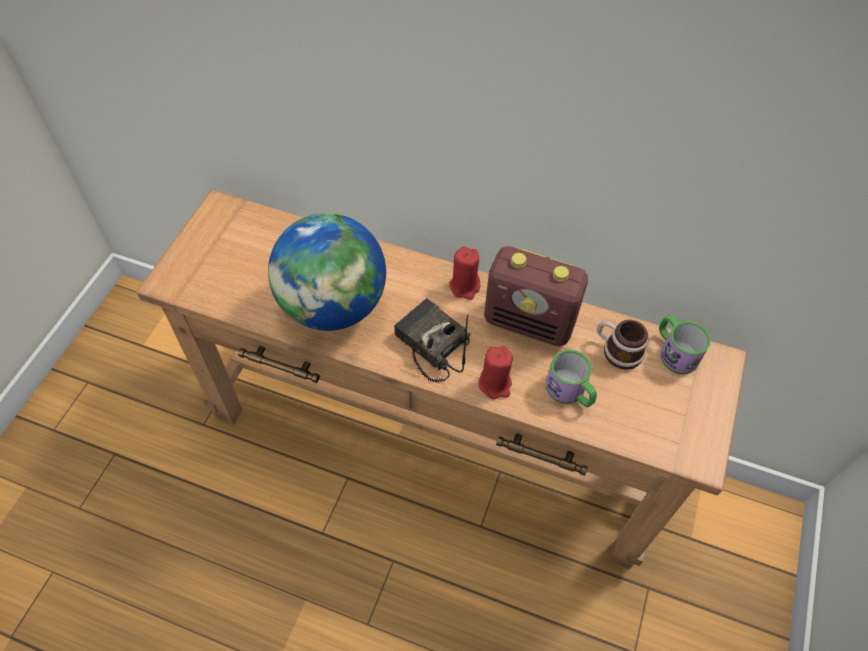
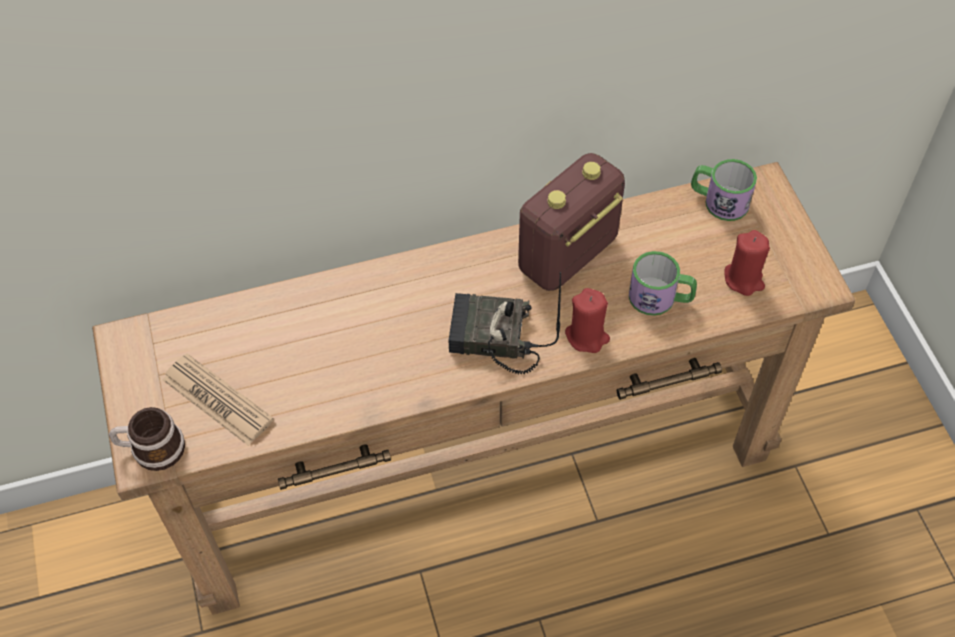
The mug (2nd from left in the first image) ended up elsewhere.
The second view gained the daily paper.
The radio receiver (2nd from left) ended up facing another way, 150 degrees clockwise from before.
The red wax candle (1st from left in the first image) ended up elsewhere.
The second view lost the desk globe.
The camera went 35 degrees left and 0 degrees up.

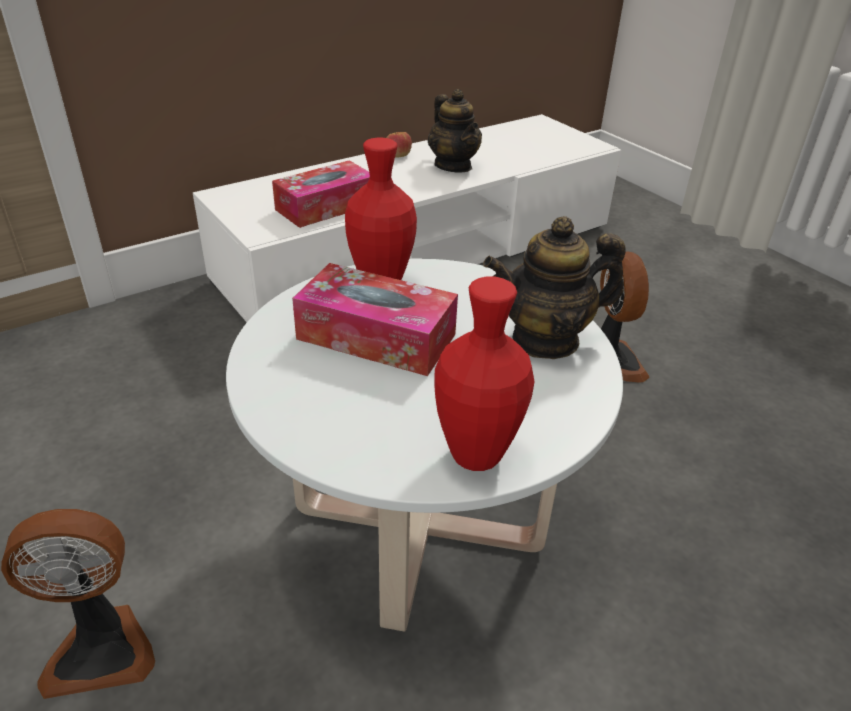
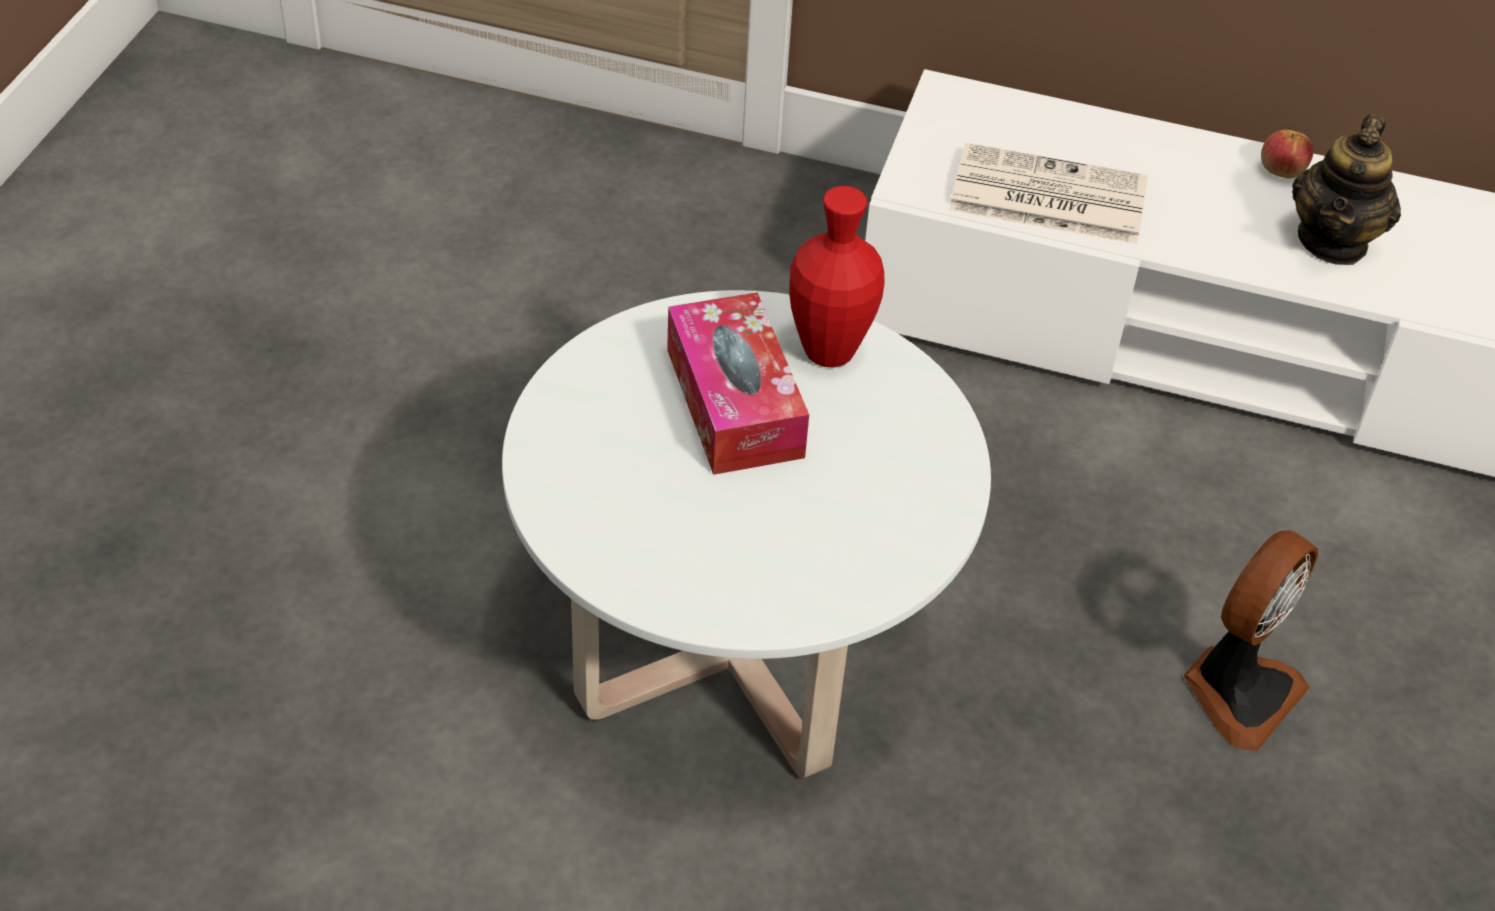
Where the box of tissues (1st from left) stood, the daily paper came to stand.
The second view lost the cooling fan (1st from left).
The second view lost the red flower vase (2nd from left).
The second view lost the teapot (2nd from left).
The camera went 50 degrees right and 10 degrees up.

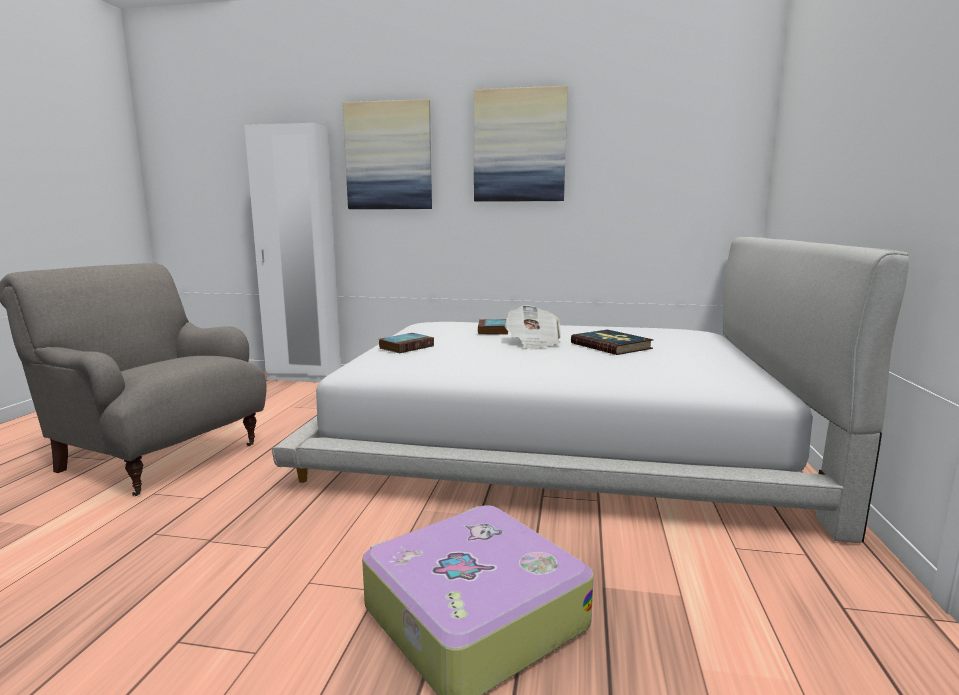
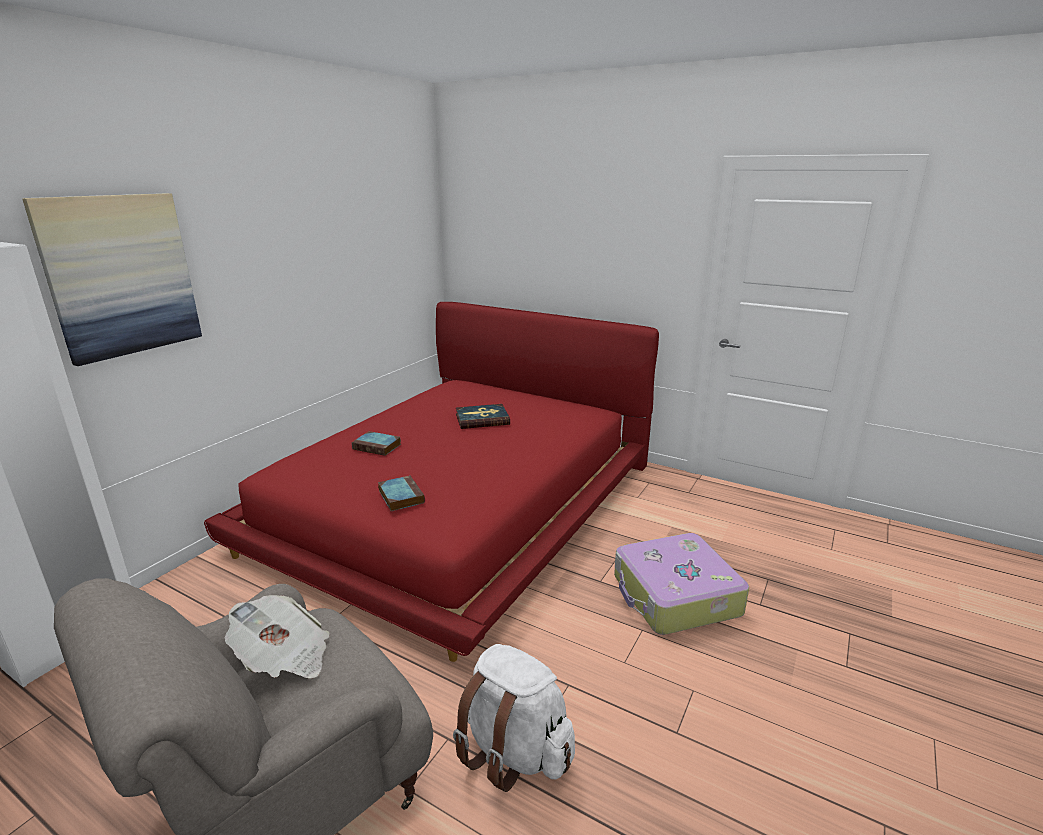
What was the white-coloured sleeping bed turned into the red sleeping bed.
The daily paper ended up elsewhere.
The second view gained the white-coloured backpack.
The second view lost the wall picture (2nd from left).
The camera went 70 degrees left and 10 degrees up.

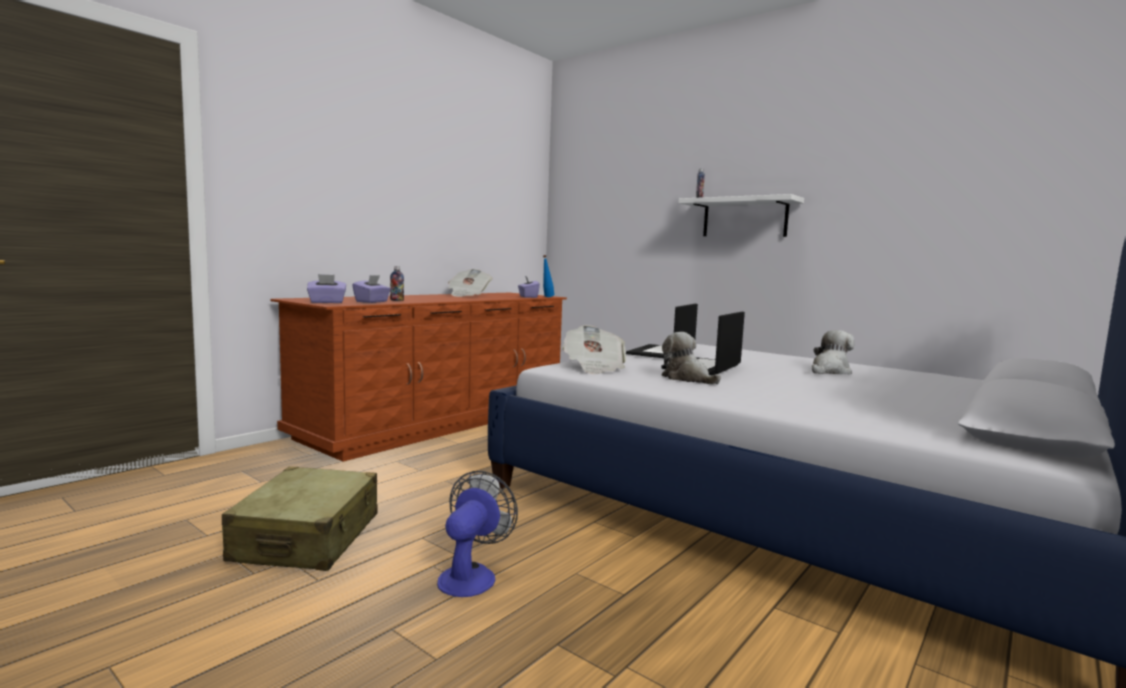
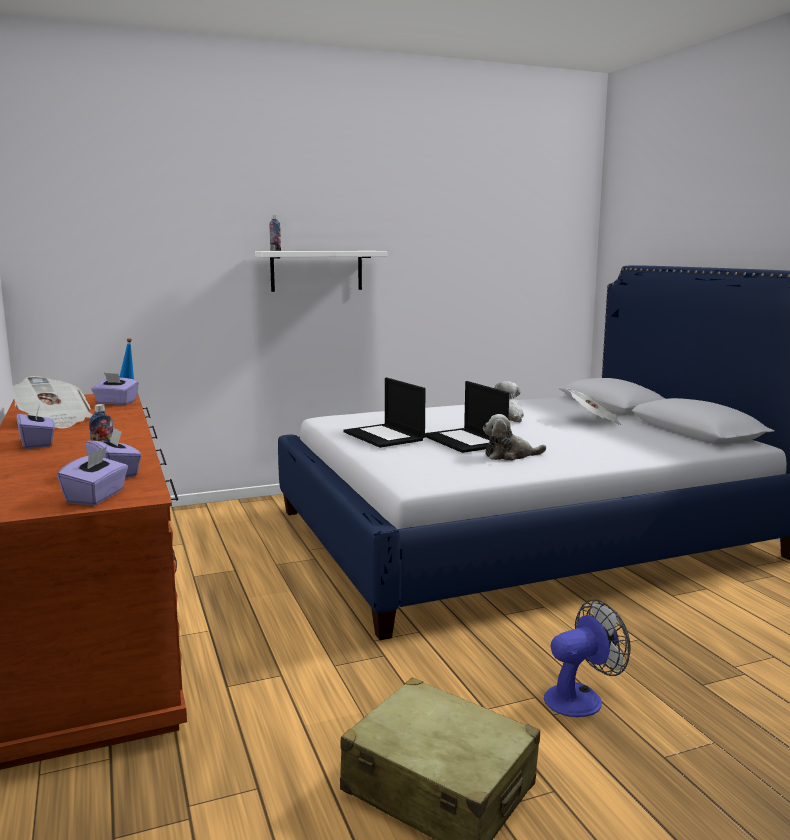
The second view gained the purple box of tissues (1st from left).
The cooling fan ended up facing another way, 105 degrees clockwise from before.
The daily paper (2nd from left) ended up elsewhere.
The camera went 60 degrees left and 5 degrees up.

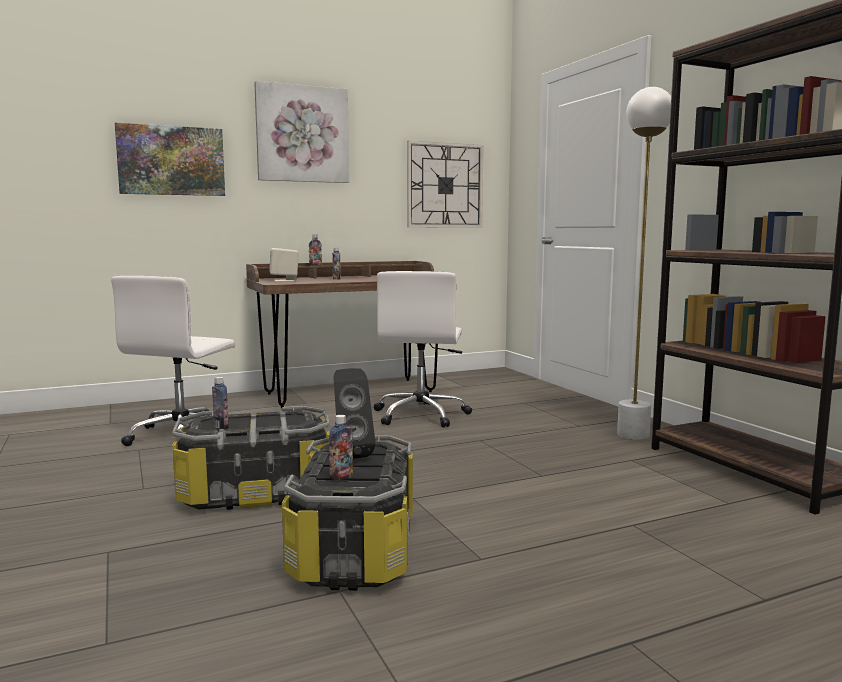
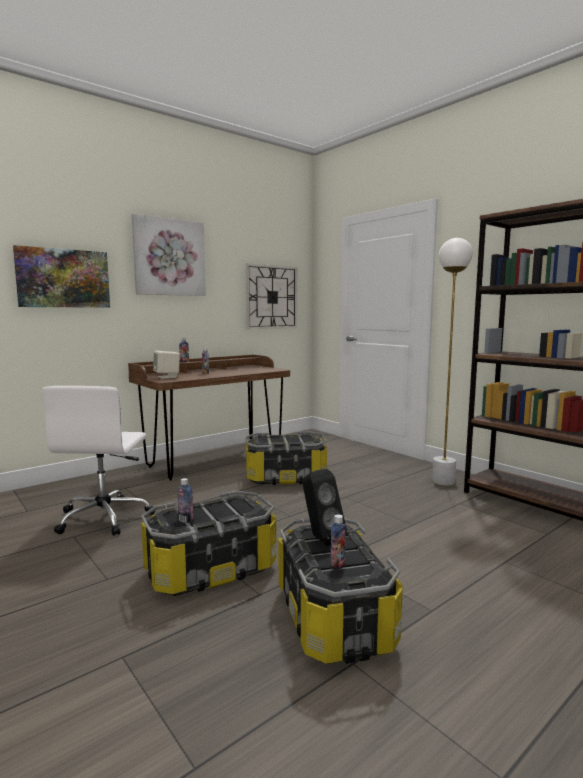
Where the white-coloured computer chair (2nd from left) stood, the storage bin (2nd from left) came to stand.
The camera went 15 degrees left and 0 degrees up.

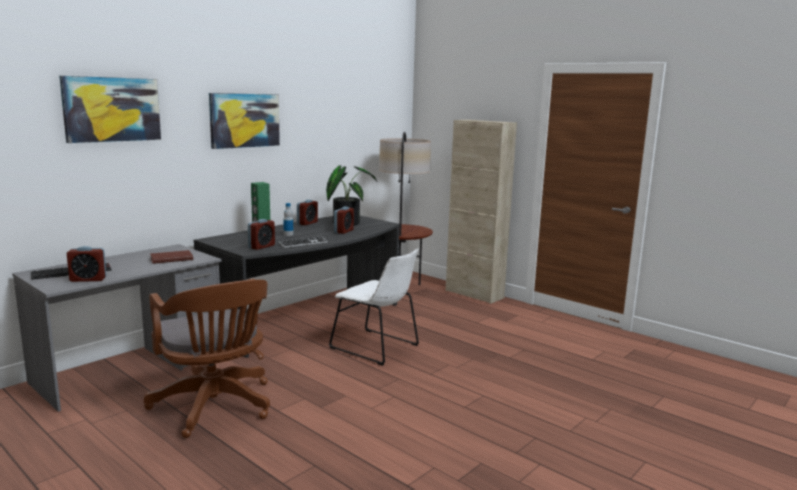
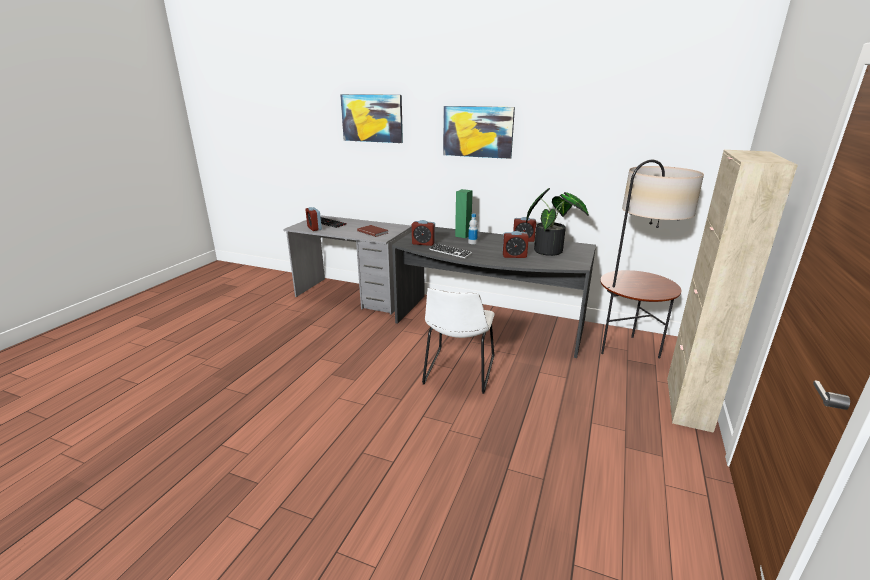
The second view lost the brownish computer chair.
The camera went 70 degrees right and 10 degrees up.

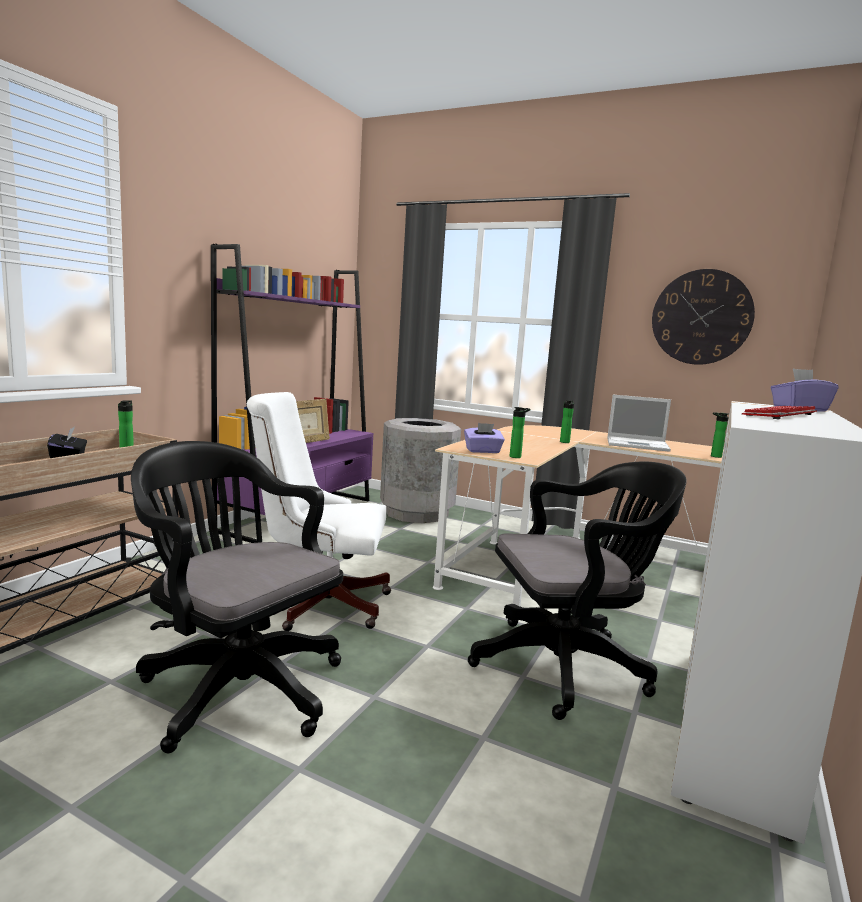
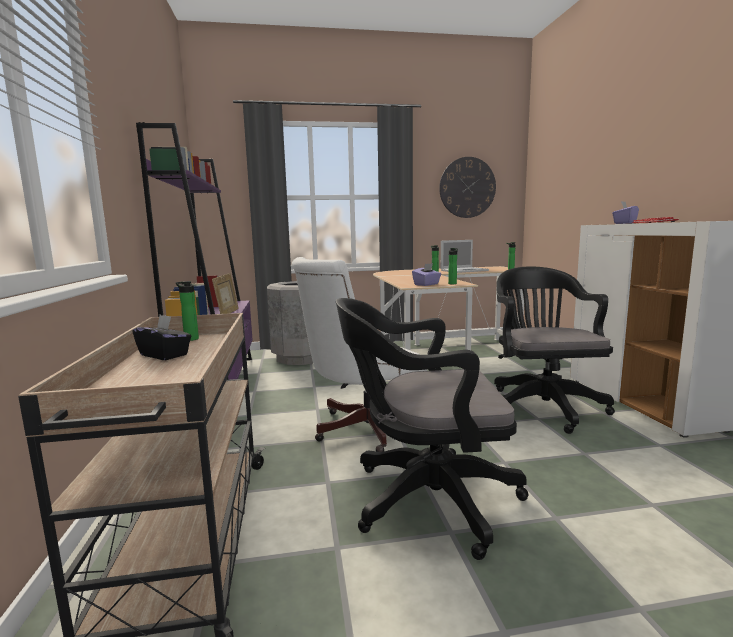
The blackish computer chair (2nd from left) ended up facing another way, 45 degrees counterclockwise from before.
The camera went 35 degrees left and 0 degrees up.

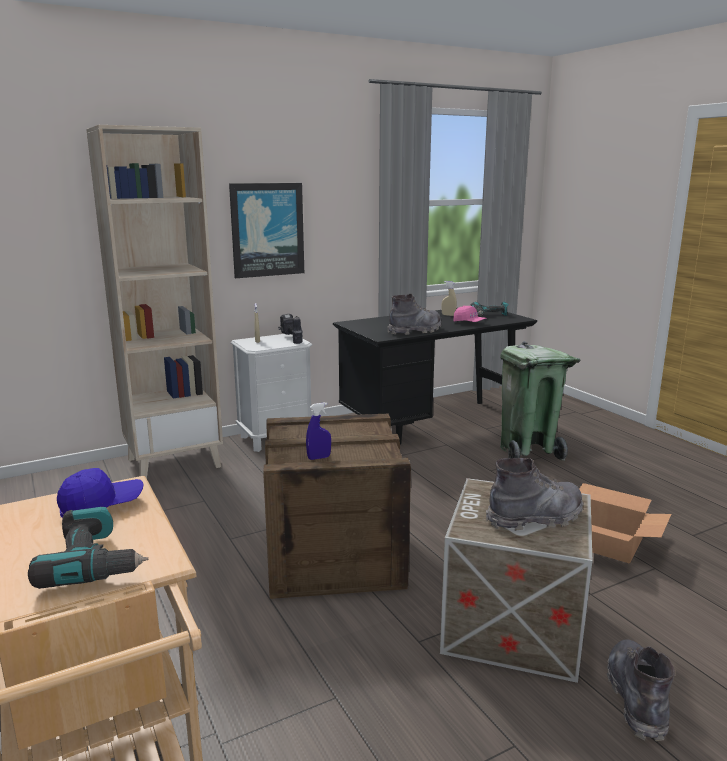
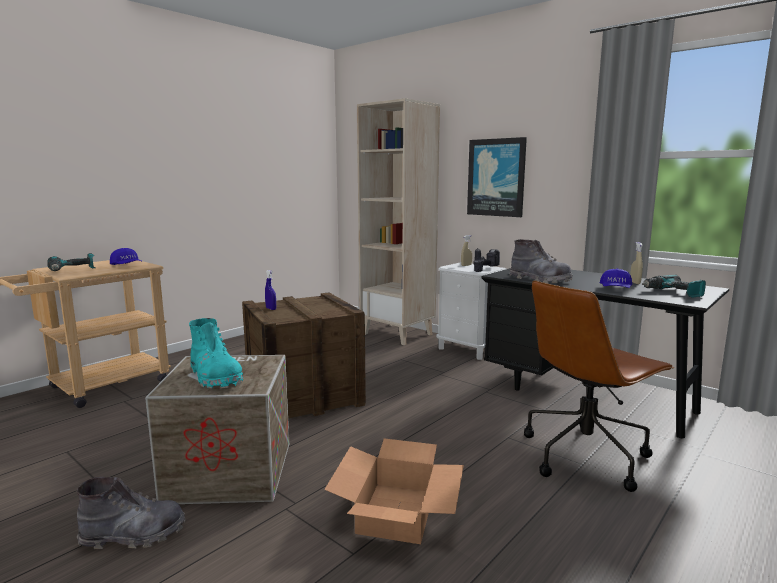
What was the gray high-top boot (2nd from left) turned into the blue-green high-top boot.
Where the green-coloured rubbish bin stood, the brownish computer chair came to stand.
What was the pinkish baseball cap turned into the bluish baseball cap (2nd from left).
The camera went 70 degrees right and 5 degrees down.

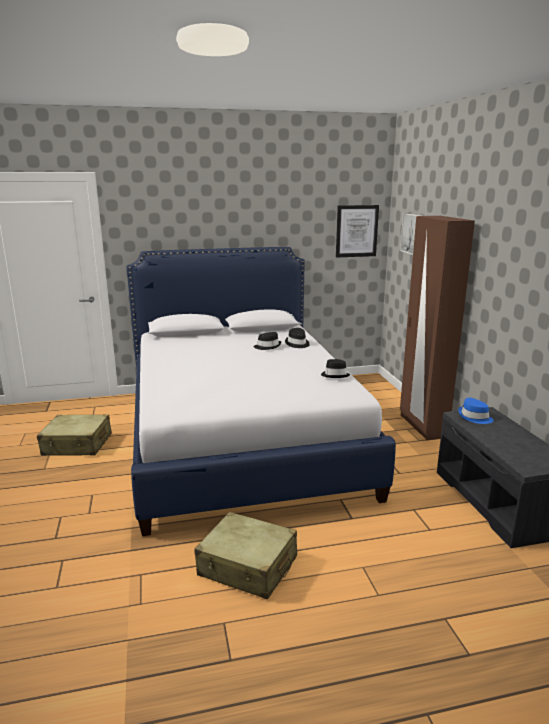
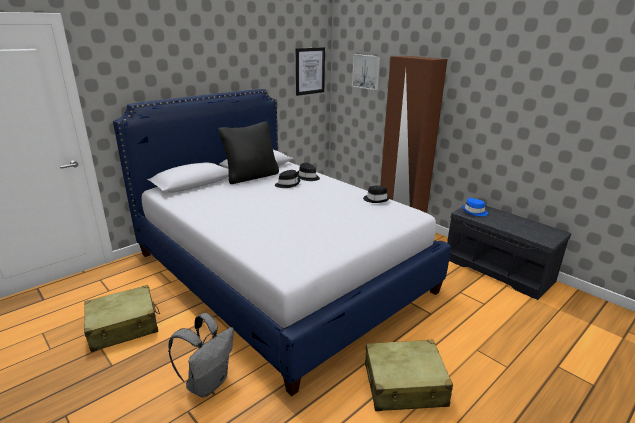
The second view gained the gray backpack.
The second view gained the blackish pillow.
The camera went 30 degrees left and 5 degrees up.

